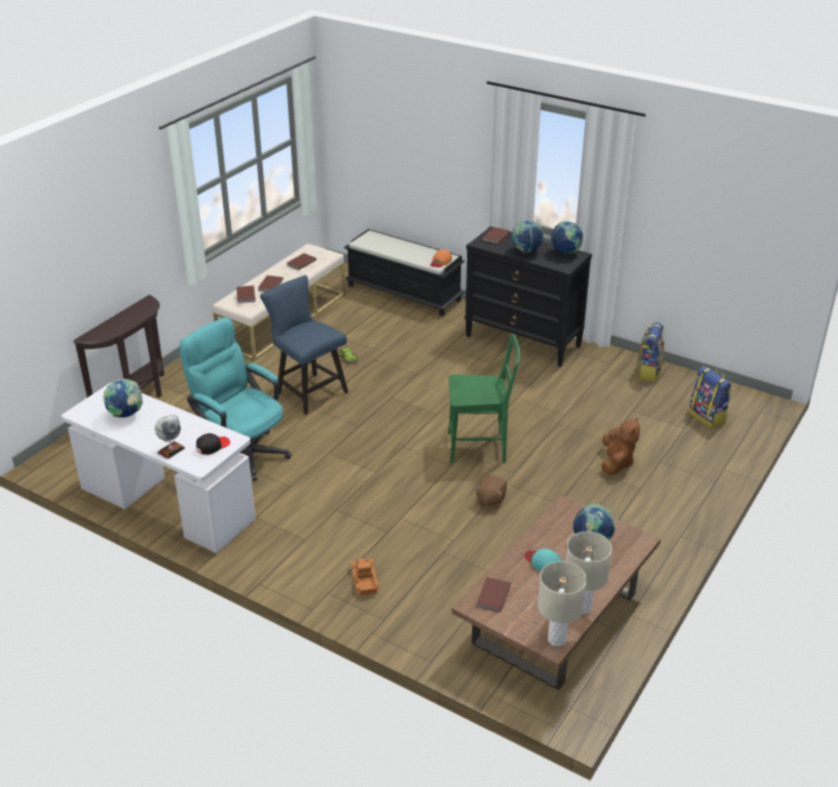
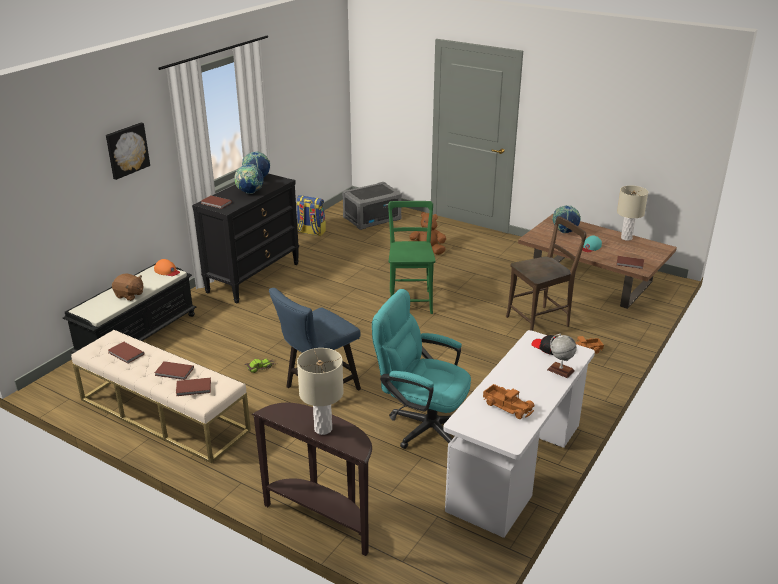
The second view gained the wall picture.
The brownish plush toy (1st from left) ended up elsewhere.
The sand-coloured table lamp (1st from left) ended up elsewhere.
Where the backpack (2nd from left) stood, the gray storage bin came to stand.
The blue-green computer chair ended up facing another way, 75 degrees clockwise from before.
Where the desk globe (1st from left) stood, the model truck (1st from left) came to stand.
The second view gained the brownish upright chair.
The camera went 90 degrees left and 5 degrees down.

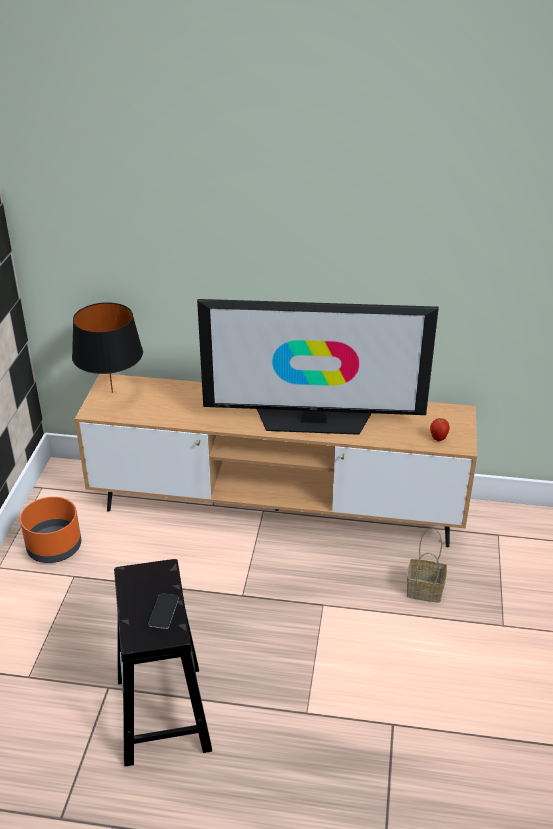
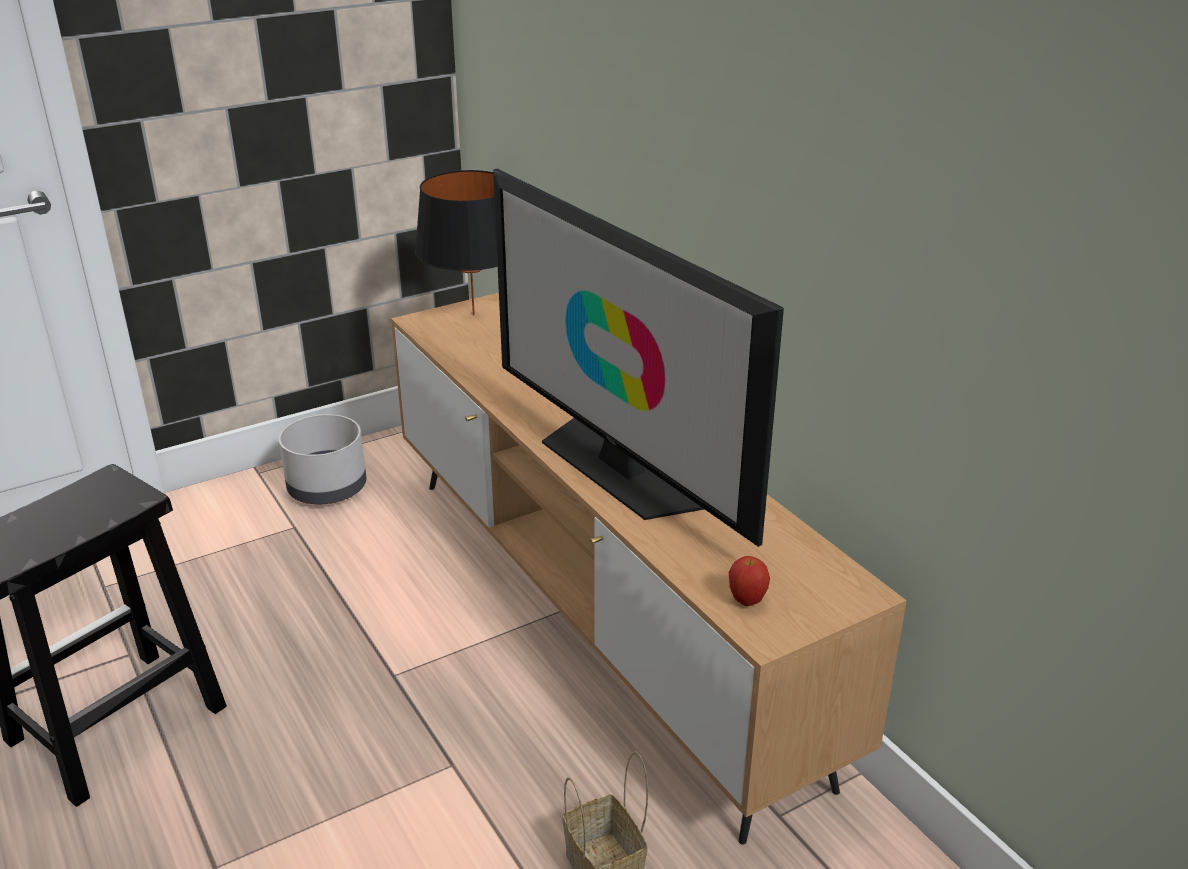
What was the orange-coloured planter turned into the gray planter.
The second view lost the handset.
The camera went 50 degrees right and 5 degrees down.

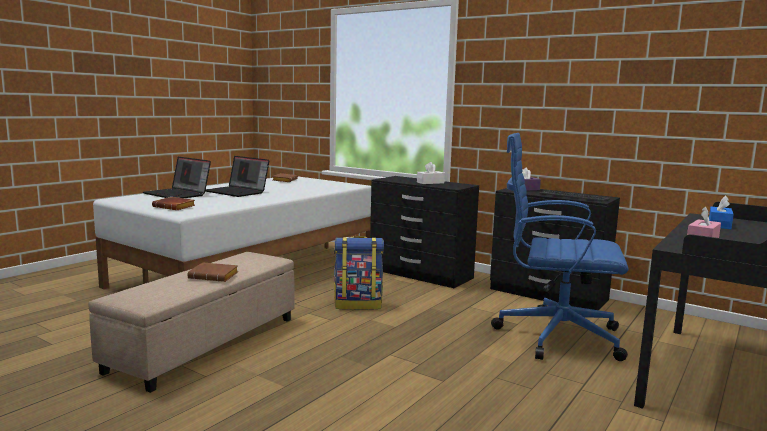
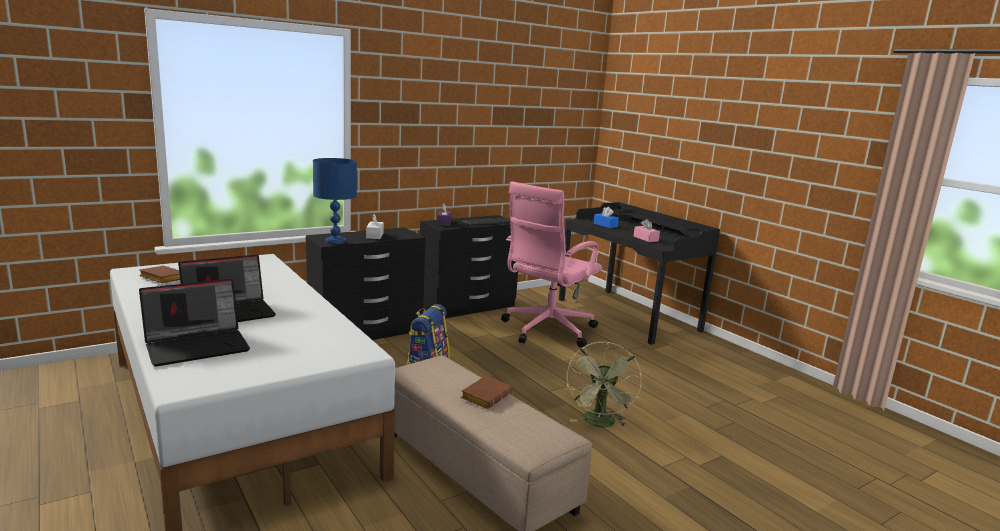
The second view gained the bluish table lamp.
What was the bluish computer chair turned into the pinkish computer chair.
The second view gained the green-coloured cooling fan.
The second view lost the brownish volume (1st from left).
The camera went 70 degrees left and 5 degrees up.

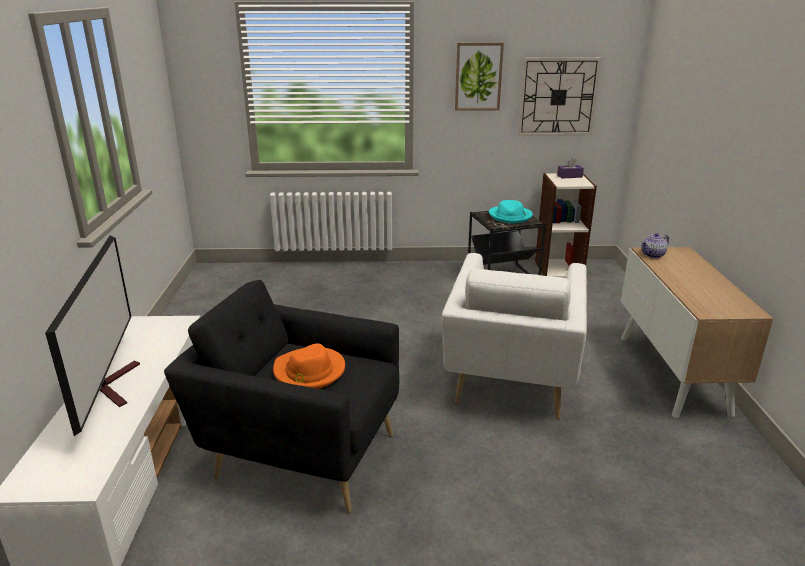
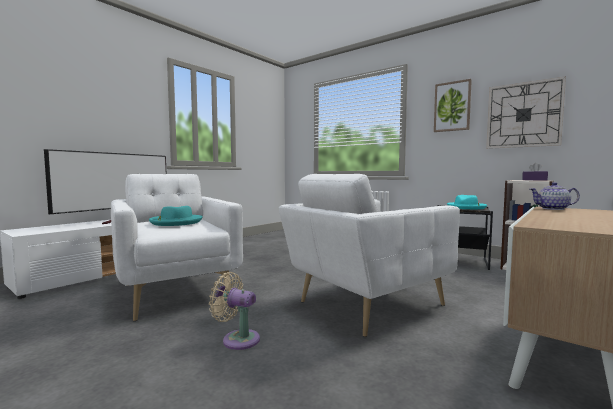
What was the blackish lounge chair turned into the white-coloured lounge chair (1st from left).
What was the orange-coloured wearable hat turned into the blue-green wearable hat (1st from left).
The second view gained the sand-coloured cooling fan.
The camera went 40 degrees right and 20 degrees down.

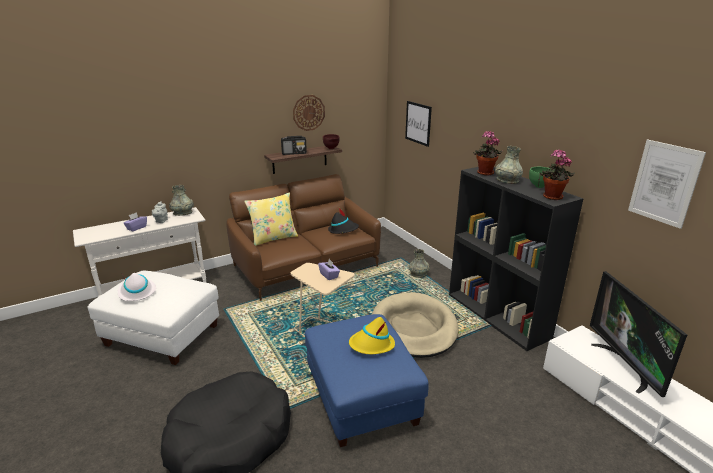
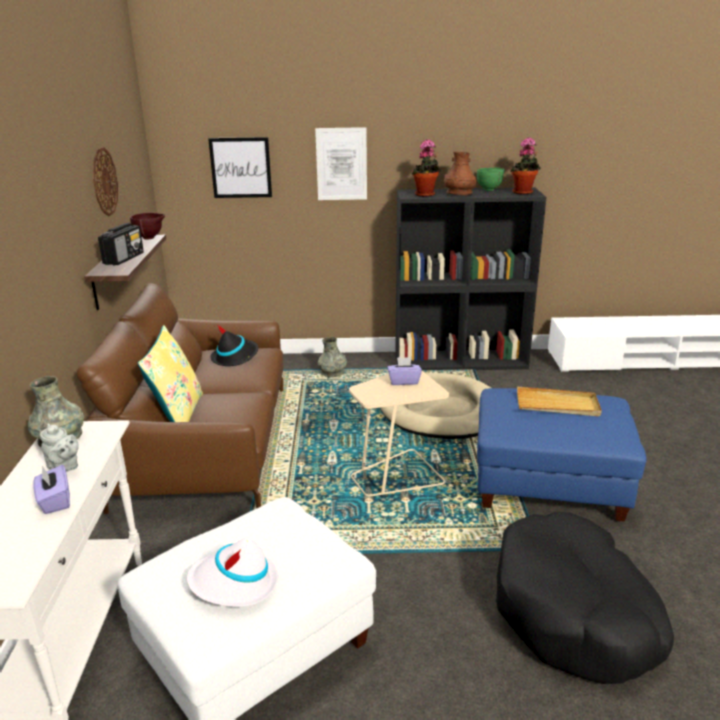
The wall picture (2nd from left) ended up elsewhere.
What was the gray flower vase (3rd from left) turned into the brownish flower vase.
Where the yellowish wearable hat stood, the sand-coloured tray came to stand.
The second view lost the TV set.
The camera went 60 degrees left and 0 degrees up.

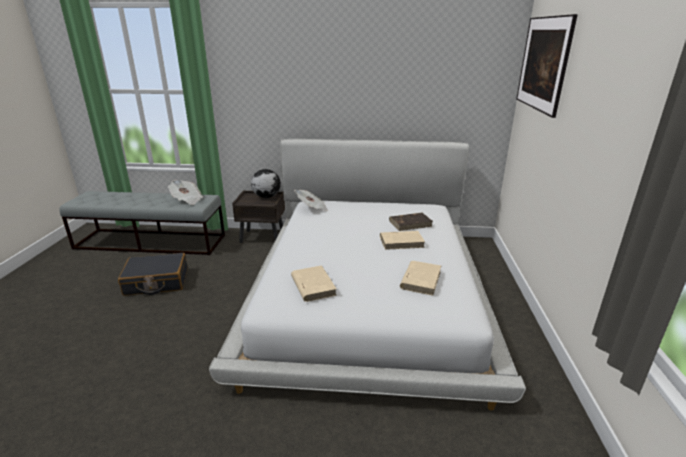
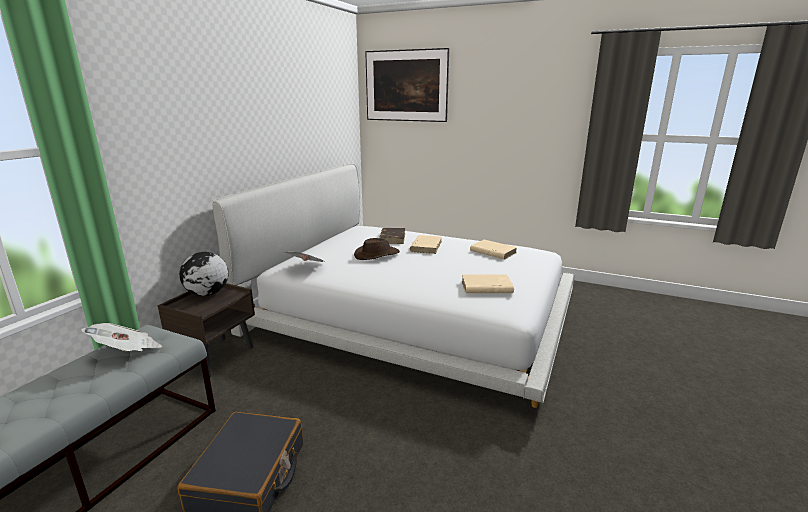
The second view gained the brownish wearable hat.
The camera went 70 degrees left and 5 degrees down.

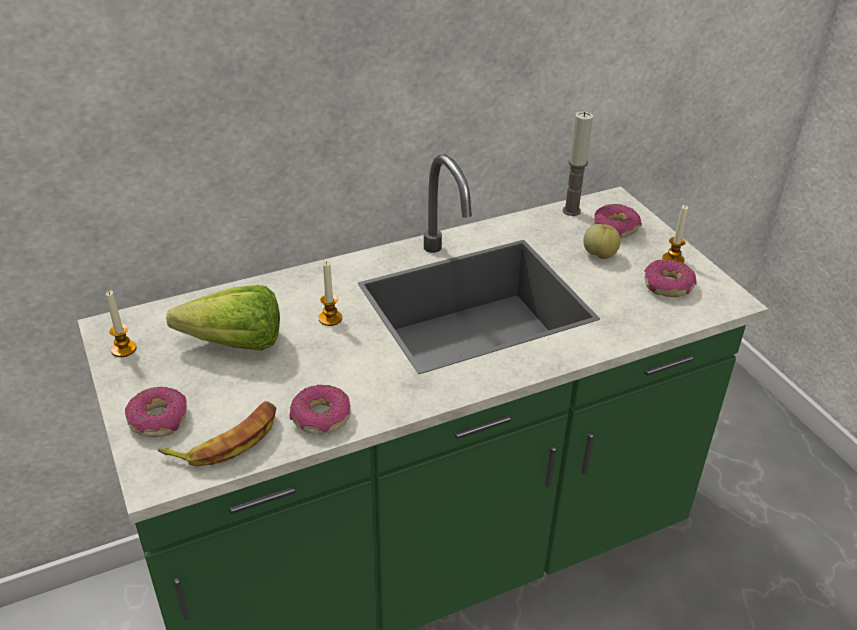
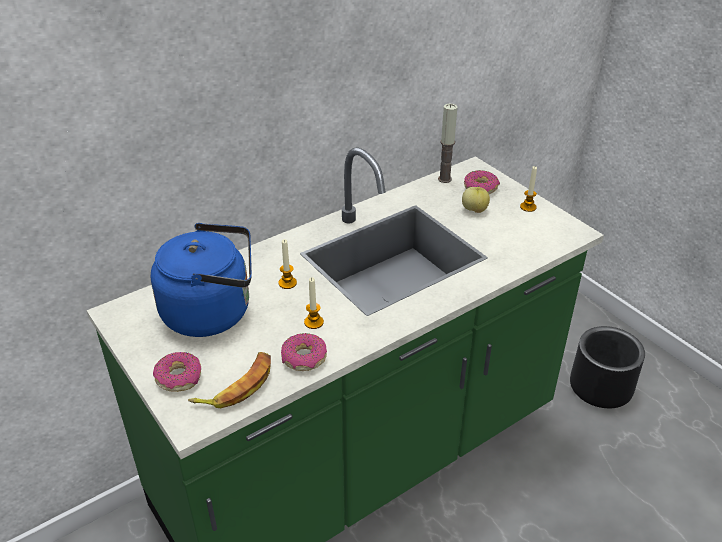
Where the lettuce head stood, the bluish kettle came to stand.
The wax candle (1st from left in the first image) ended up elsewhere.
The second view gained the blackish planter.
The second view lost the doughnut (4th from left).
The camera went 10 degrees left and 0 degrees up.

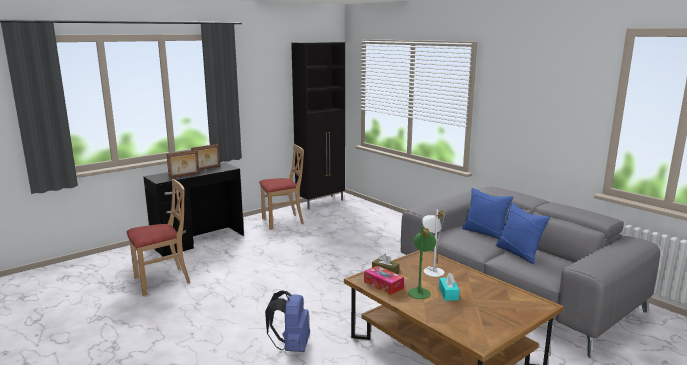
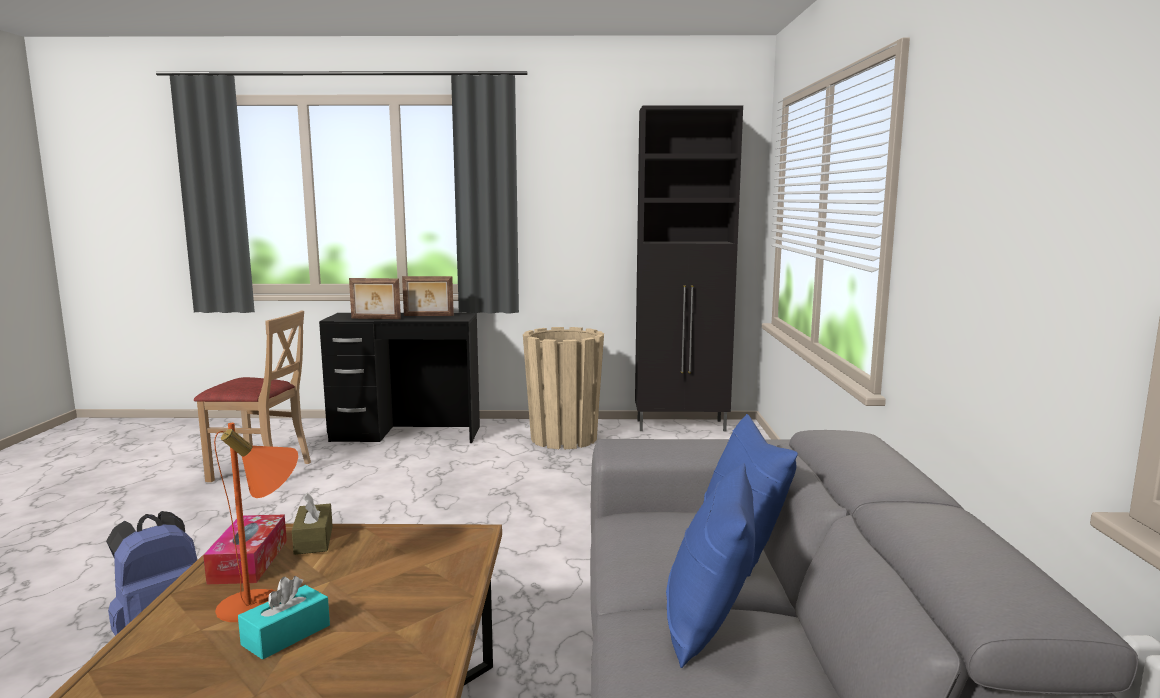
What was the green-coloured table lamp turned into the orange-coloured table lamp.
Where the sand-coloured upright chair (2nd from left) stood, the sand-coloured planter came to stand.
The second view lost the white-coloured table lamp.
The camera went 40 degrees right and 5 degrees down.

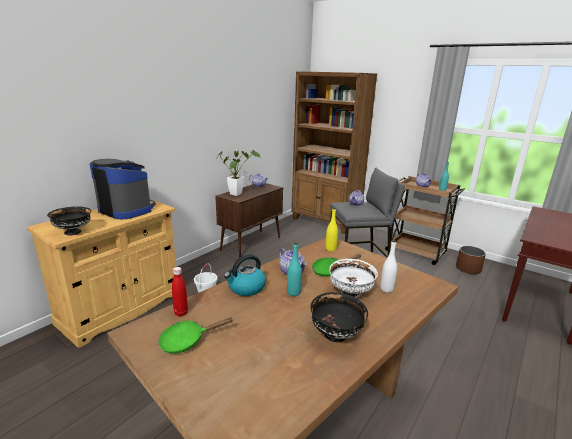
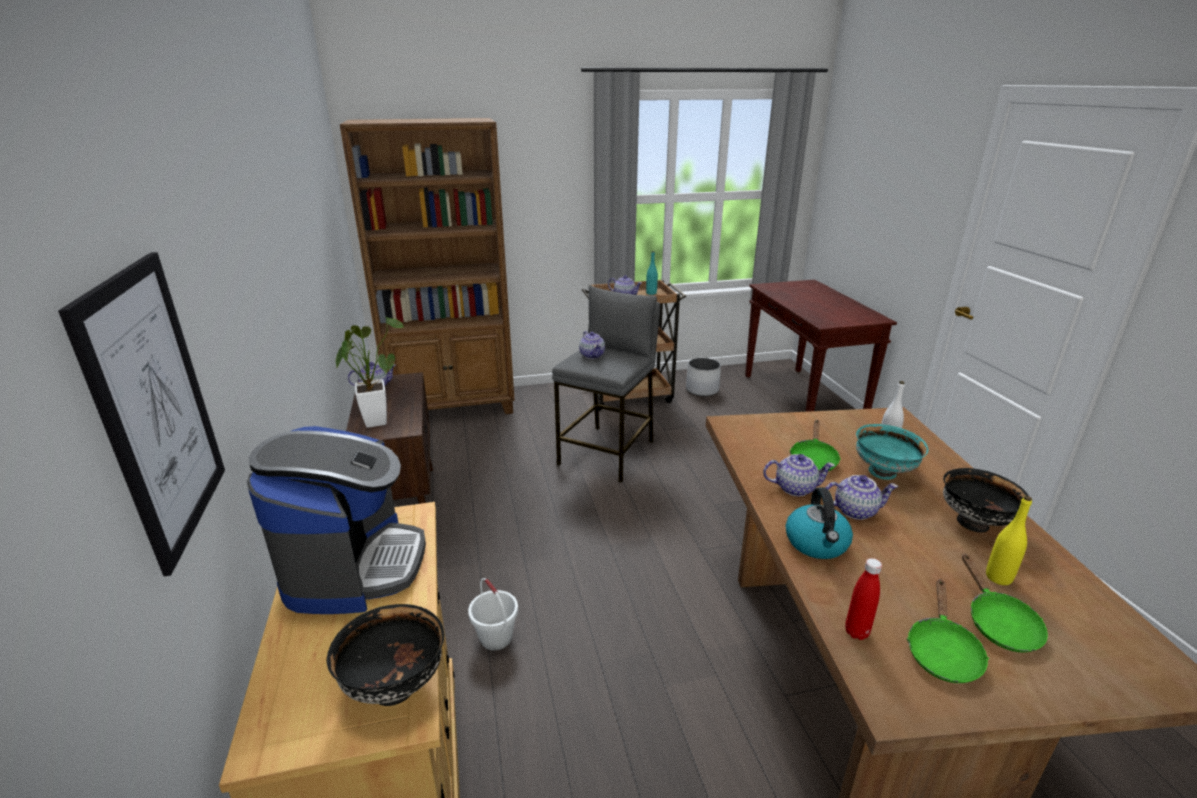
The second view gained the wall picture.
The coffee maker ended up facing another way, 105 degrees clockwise from before.
What was the brownish planter turned into the white-coloured planter.
Where the blue-green beverage bottle (1st from left) stood, the teapot (5th from left) came to stand.
What was the white-coloured serving bowl turned into the blue-green serving bowl.
The second view gained the green-coloured skillet (3rd from left).
The yellowish beverage bottle ended up elsewhere.
The camera went 50 degrees left and 5 degrees up.

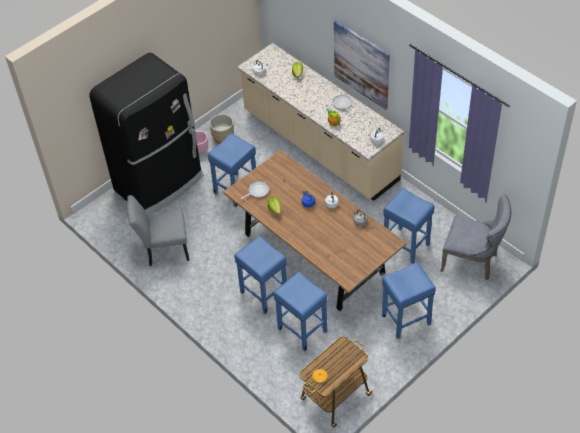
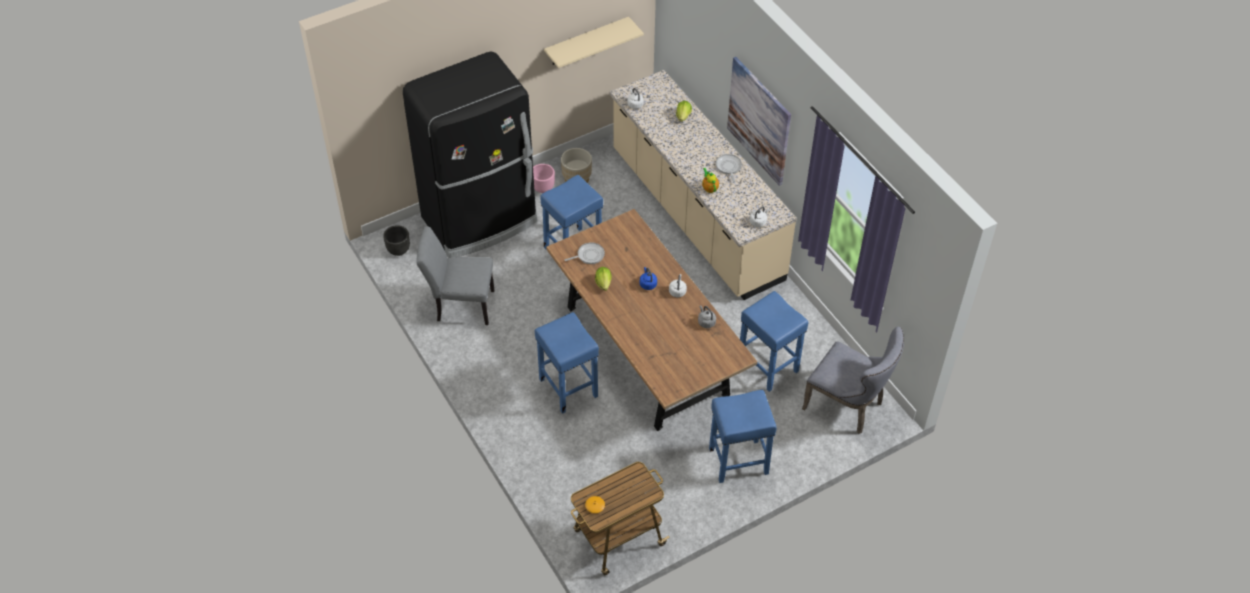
The second view gained the blackish planter.
The second view gained the sand-coloured shelf.
The second view lost the bluish stool (3rd from left).
The camera went 10 degrees right and 0 degrees up.

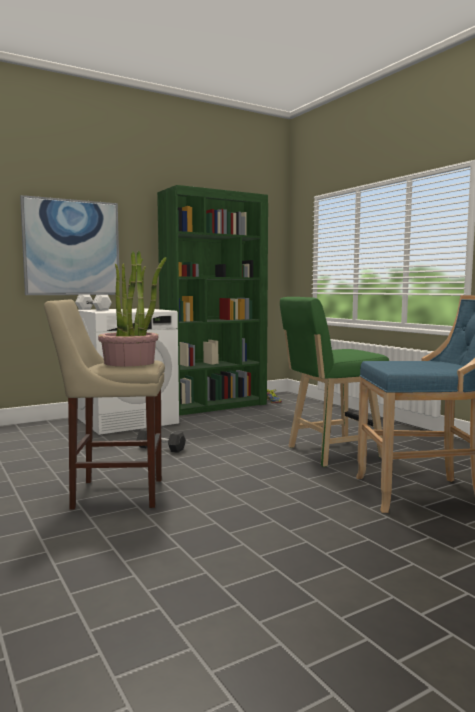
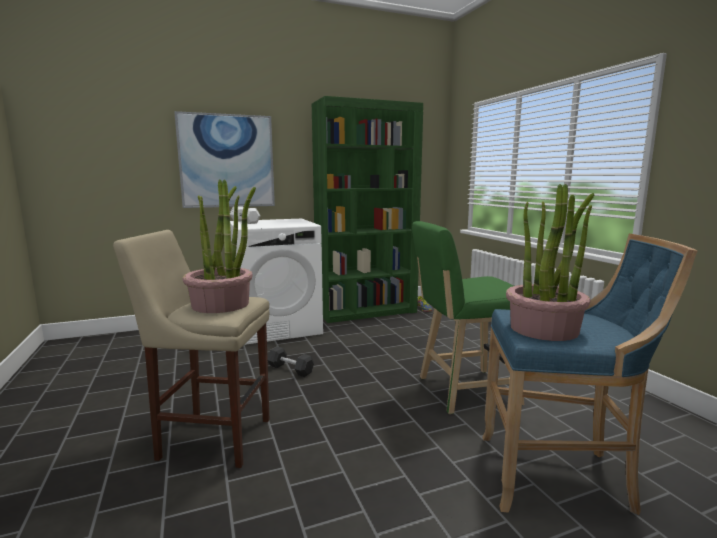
The second view gained the potted plant (2nd from left).
The camera went 10 degrees right and 5 degrees up.

